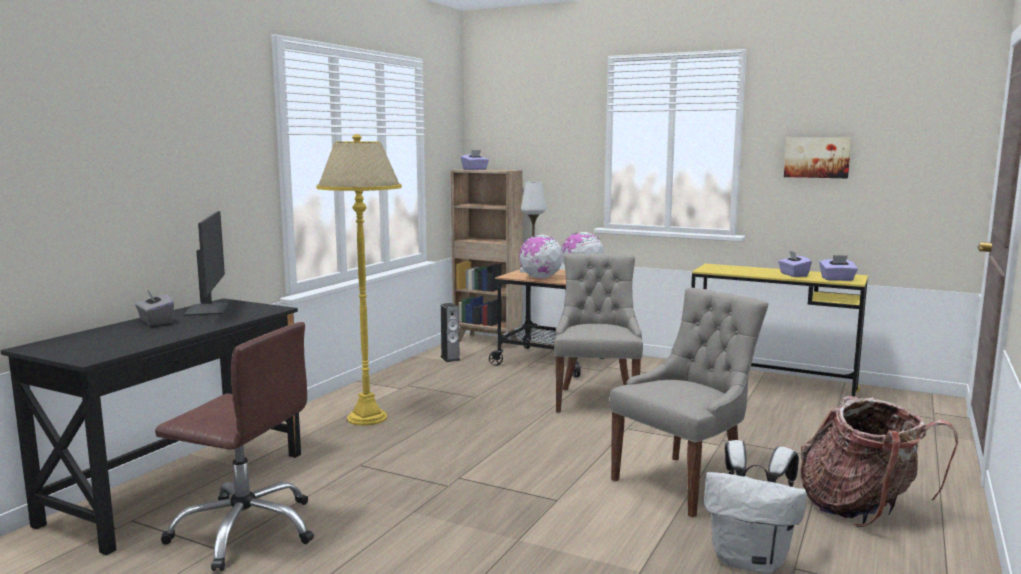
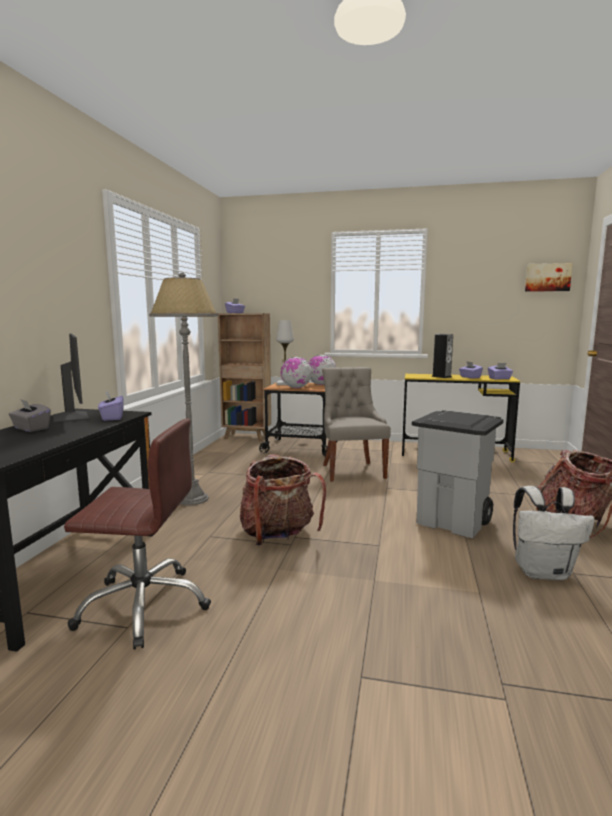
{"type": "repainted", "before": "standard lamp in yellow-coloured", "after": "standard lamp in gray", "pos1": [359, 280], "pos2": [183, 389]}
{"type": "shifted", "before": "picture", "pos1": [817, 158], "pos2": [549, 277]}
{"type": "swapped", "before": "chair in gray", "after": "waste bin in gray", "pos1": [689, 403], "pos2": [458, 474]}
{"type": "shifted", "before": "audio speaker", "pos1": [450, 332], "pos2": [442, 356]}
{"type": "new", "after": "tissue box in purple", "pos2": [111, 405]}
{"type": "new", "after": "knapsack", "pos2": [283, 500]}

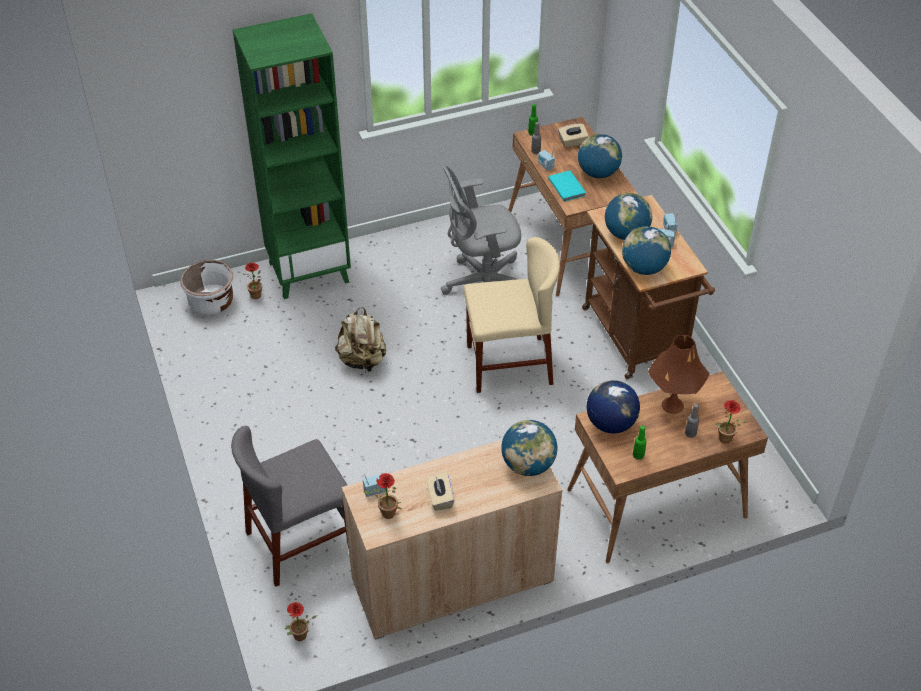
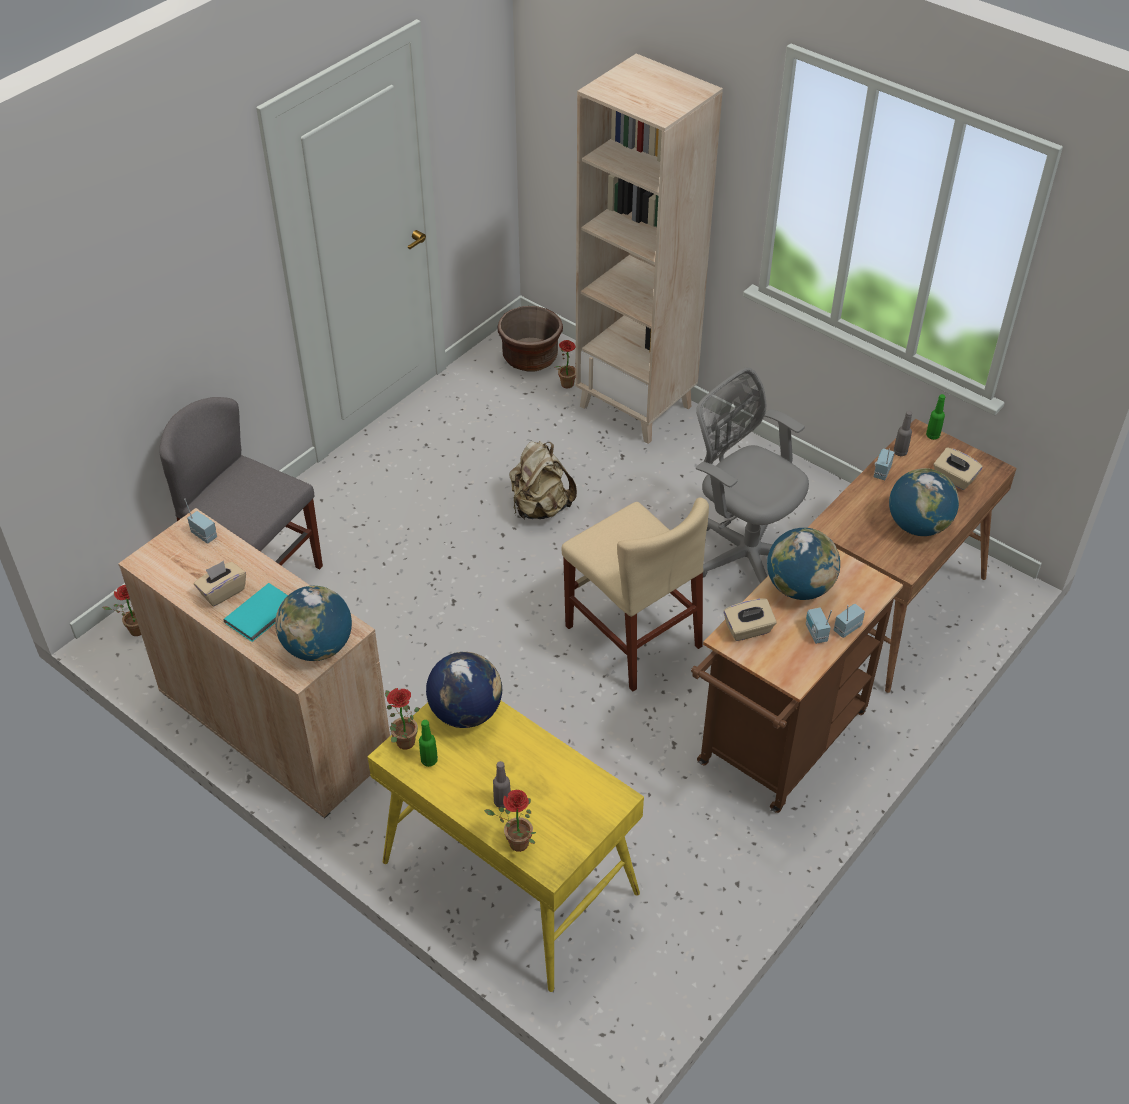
{"type": "repainted", "before": "bookshelf in green", "after": "bookshelf in sand-coloured", "pos1": [292, 156], "pos2": [649, 248]}
{"type": "shifted", "before": "bound book in blue-green", "pos1": [567, 186], "pos2": [255, 612]}
{"type": "swapped", "before": "world globe", "after": "tissue box in sand-coloured", "pos1": [646, 250], "pos2": [750, 620]}
{"type": "repainted", "before": "plant pot in whitish", "after": "plant pot in brown-coloured", "pos1": [207, 287], "pos2": [530, 338]}
{"type": "gone", "before": "lamp for a table in brown-coloured", "pos1": [678, 374]}
{"type": "repainted", "before": "desk table in brown-coloured", "after": "desk table in yellow-coloured", "pos1": [667, 467], "pos2": [505, 846]}
{"type": "shifted", "before": "houseplant", "pos1": [382, 496], "pos2": [402, 719]}

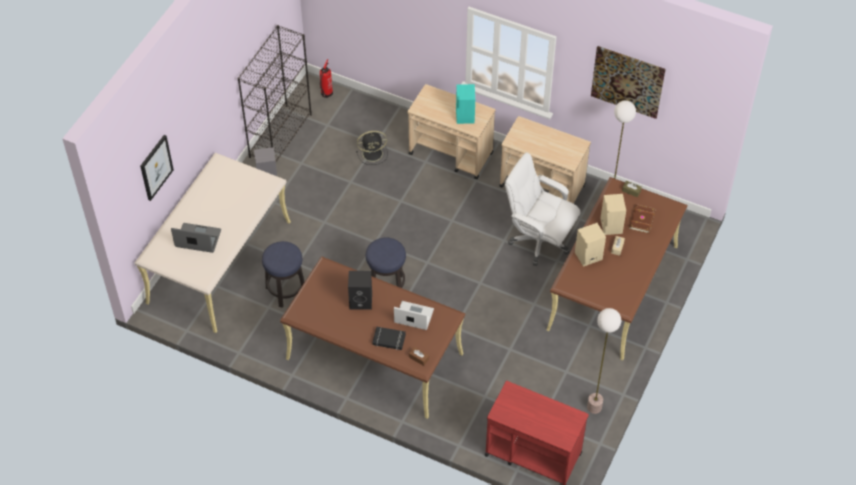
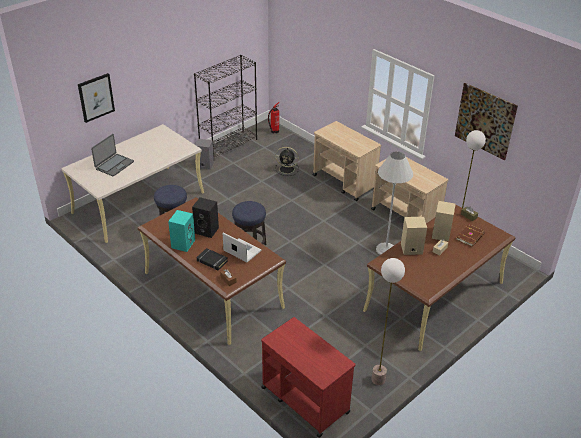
{"type": "shifted", "before": "audio speaker in blue-green", "pos1": [465, 104], "pos2": [181, 231]}
{"type": "swapped", "before": "office chair in whitish", "after": "standard lamp in whitish", "pos1": [542, 209], "pos2": [394, 203]}
{"type": "rotated", "before": "notebook computer", "pos1": [196, 238], "pos2": [112, 155], "turn": 90}

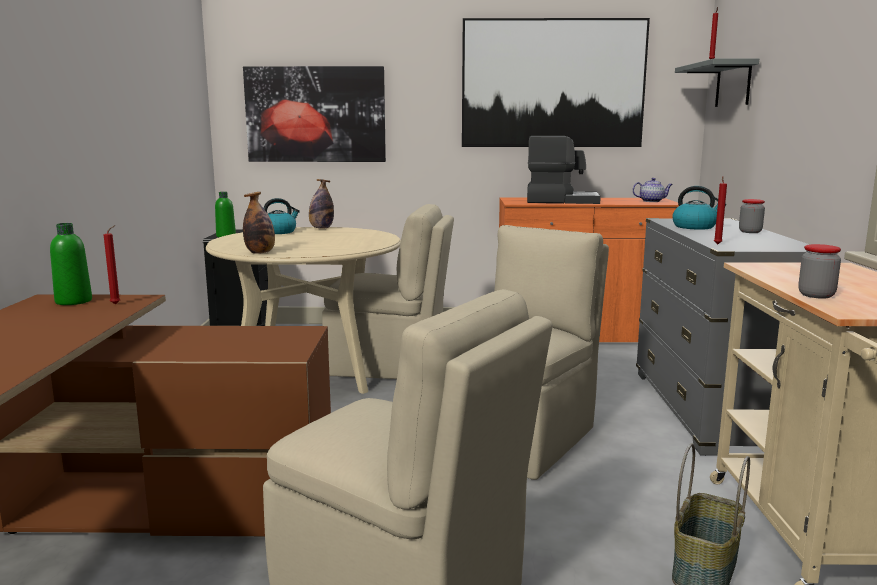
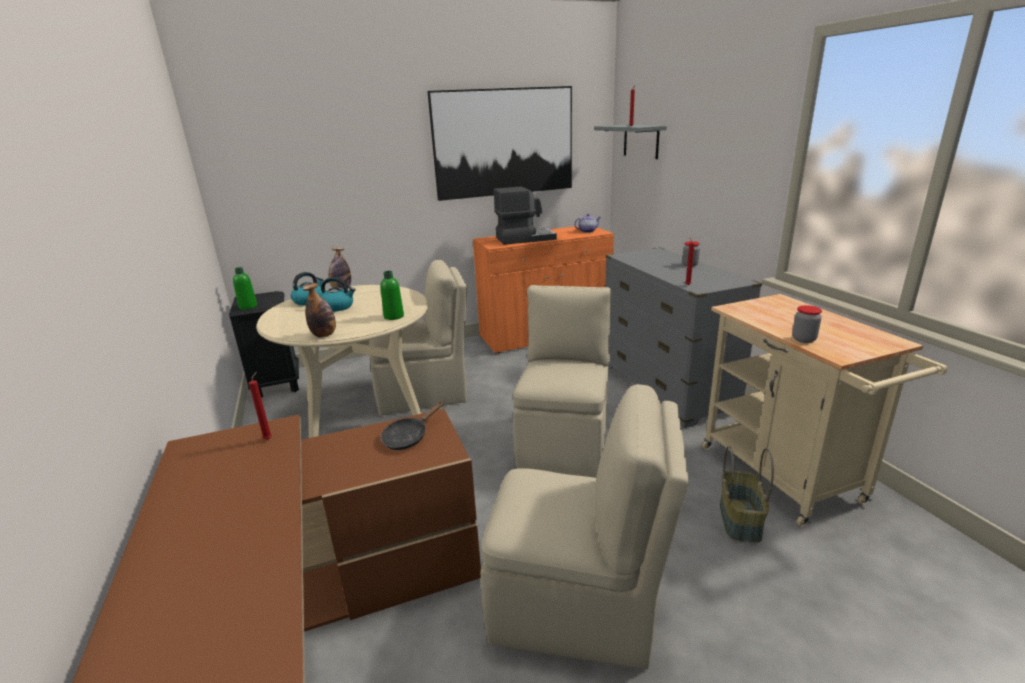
{"type": "gone", "before": "picture", "pos1": [314, 114]}
{"type": "shifted", "before": "water kettle", "pos1": [699, 207], "pos2": [338, 294]}
{"type": "shifted", "before": "drink bottle in green", "pos1": [71, 264], "pos2": [392, 295]}
{"type": "new", "after": "frying pan in black", "pos2": [412, 425]}

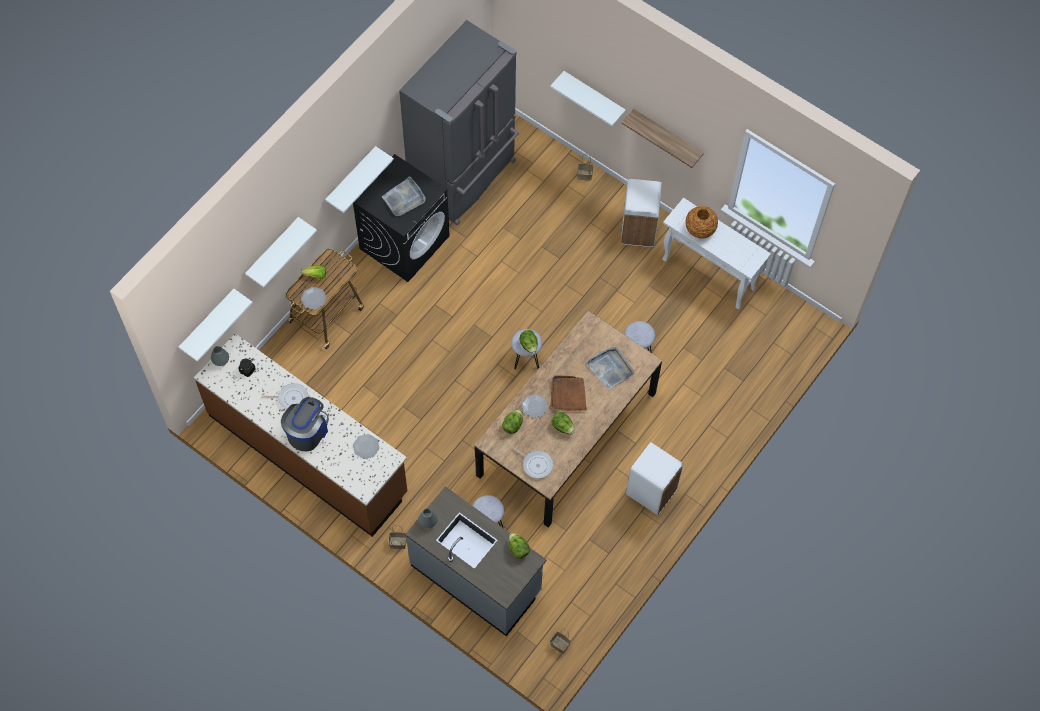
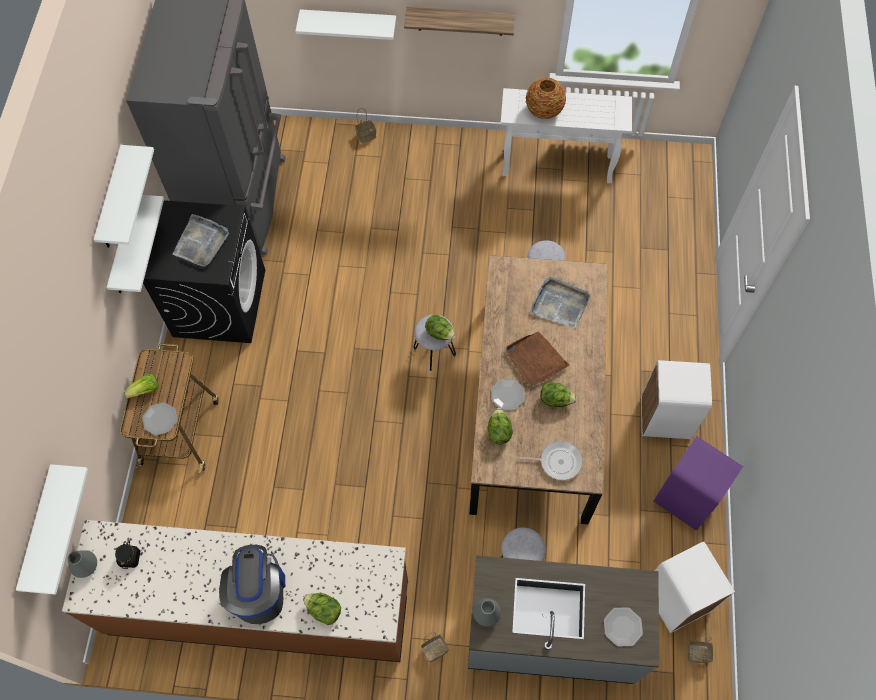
{"type": "shifted", "before": "waste bin in whitish", "pos1": [641, 213], "pos2": [695, 587]}
{"type": "shifted", "before": "bracket shelf in whitish", "pos1": [281, 252], "pos2": [123, 196]}
{"type": "gone", "before": "frying pan", "pos1": [284, 396]}
{"type": "shifted", "before": "plate", "pos1": [366, 446], "pos2": [623, 627]}
{"type": "shifted", "before": "head of lettuce", "pos1": [519, 546], "pos2": [322, 609]}
{"type": "new", "after": "waste bin in purple", "pos2": [698, 483]}

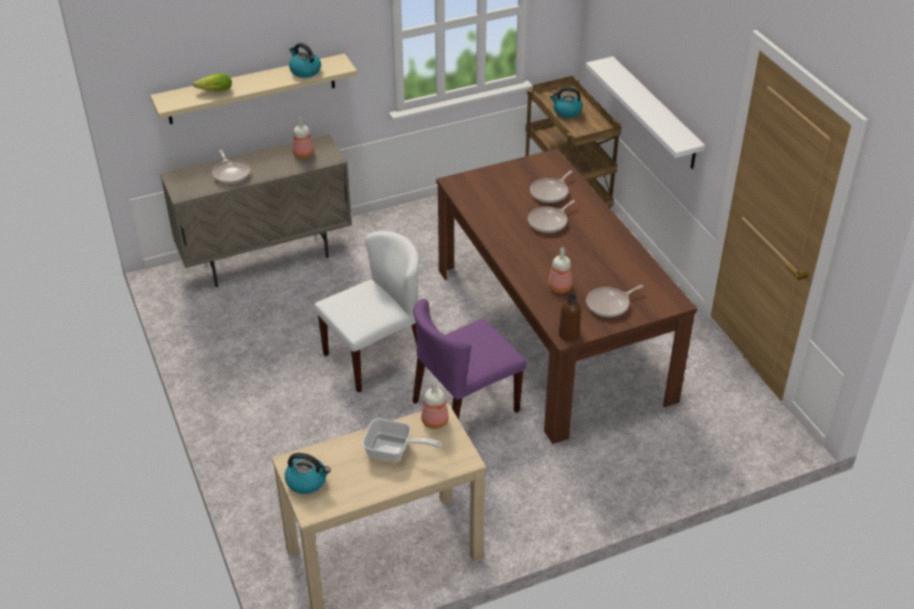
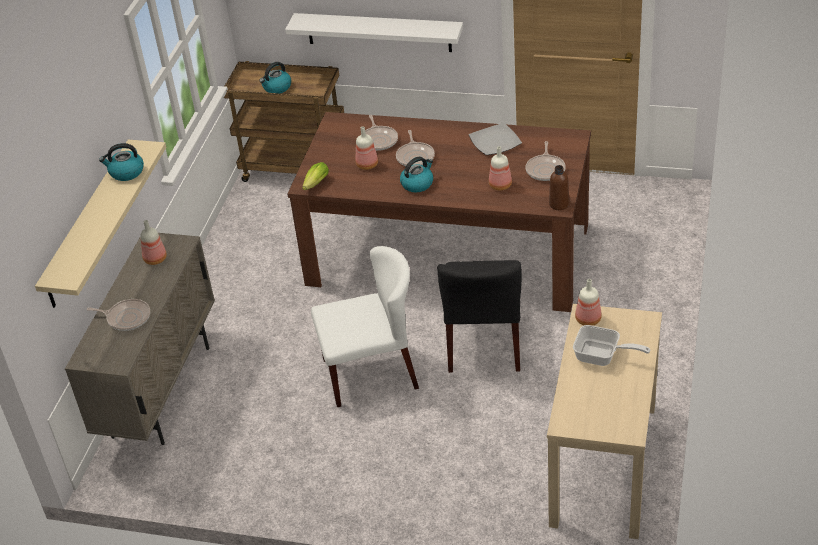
{"type": "shifted", "before": "head of lettuce", "pos1": [212, 82], "pos2": [315, 176]}
{"type": "rotated", "before": "chair in whitish", "pos1": [366, 312], "pos2": [365, 326], "turn": 75}
{"type": "repainted", "before": "chair in purple", "after": "chair in black", "pos1": [469, 359], "pos2": [479, 316]}
{"type": "rotated", "before": "frying pan", "pos1": [402, 440], "pos2": [611, 345], "turn": 60}
{"type": "shifted", "before": "water kettle", "pos1": [308, 473], "pos2": [416, 174]}
{"type": "new", "after": "plate", "pos2": [495, 139]}
{"type": "new", "after": "drink bottle", "pos2": [367, 148]}

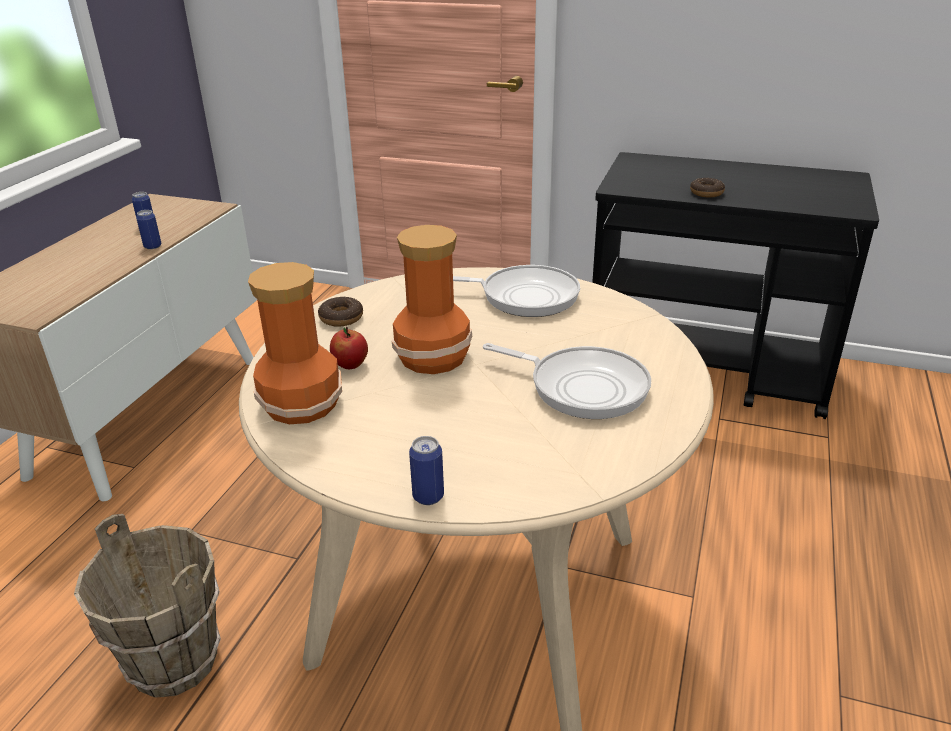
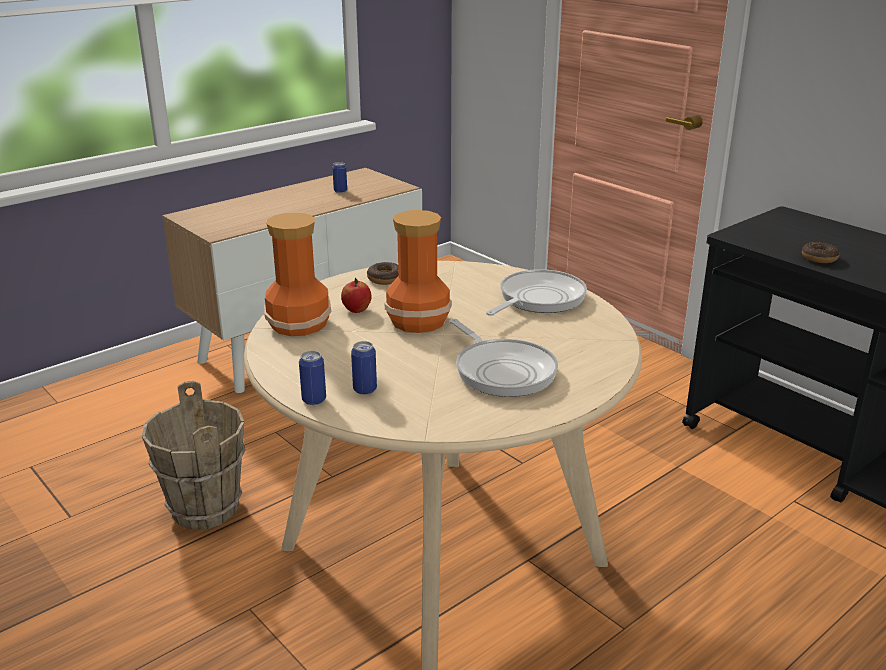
{"type": "shifted", "before": "sealed can", "pos1": [148, 229], "pos2": [364, 368]}
{"type": "rotated", "before": "frying pan", "pos1": [516, 291], "pos2": [536, 292], "turn": -90}

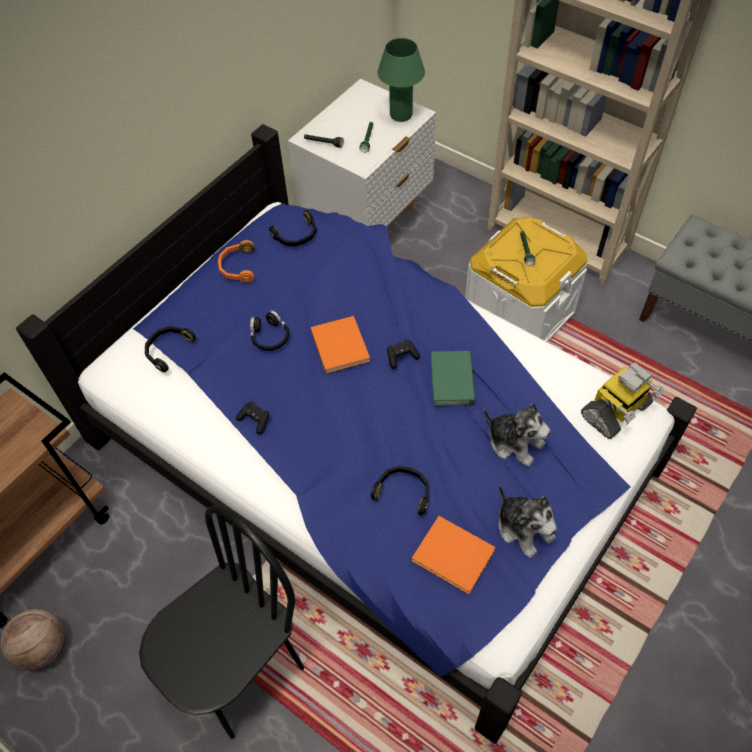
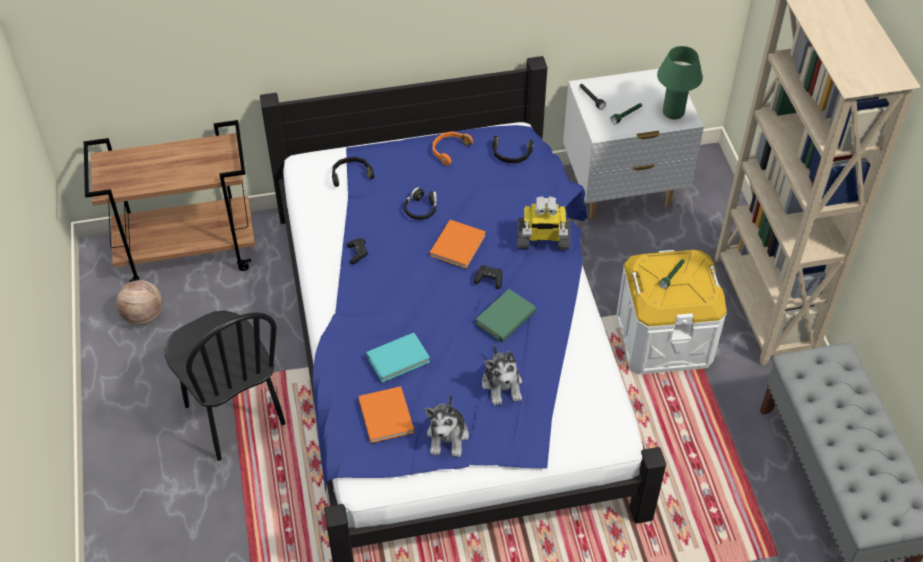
{"type": "shifted", "before": "robot figure", "pos1": [623, 401], "pos2": [544, 223]}
{"type": "swapped", "before": "headphones in black", "after": "bound book in blue-green", "pos1": [400, 490], "pos2": [398, 358]}
{"type": "rotated", "before": "chair in black", "pos1": [221, 622], "pos2": [225, 386], "turn": 60}

